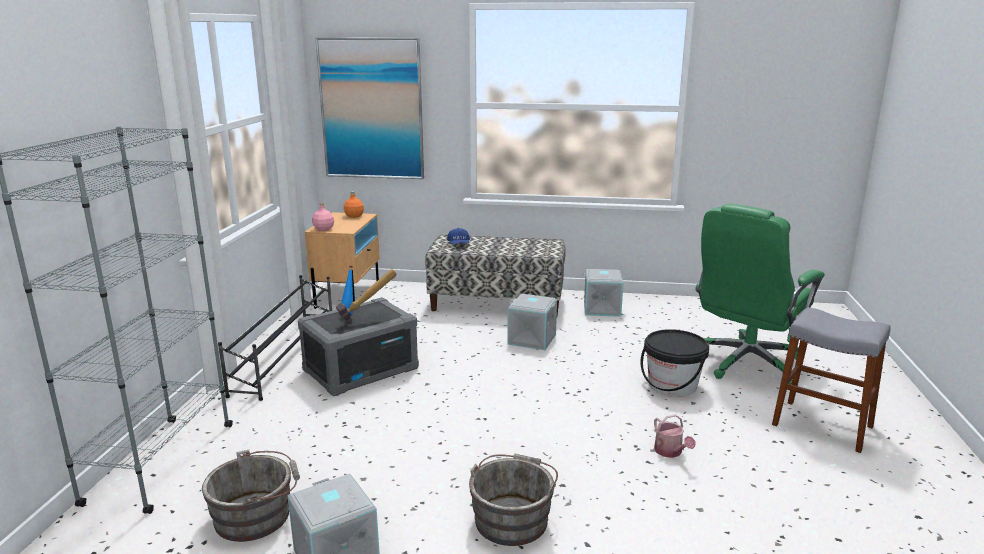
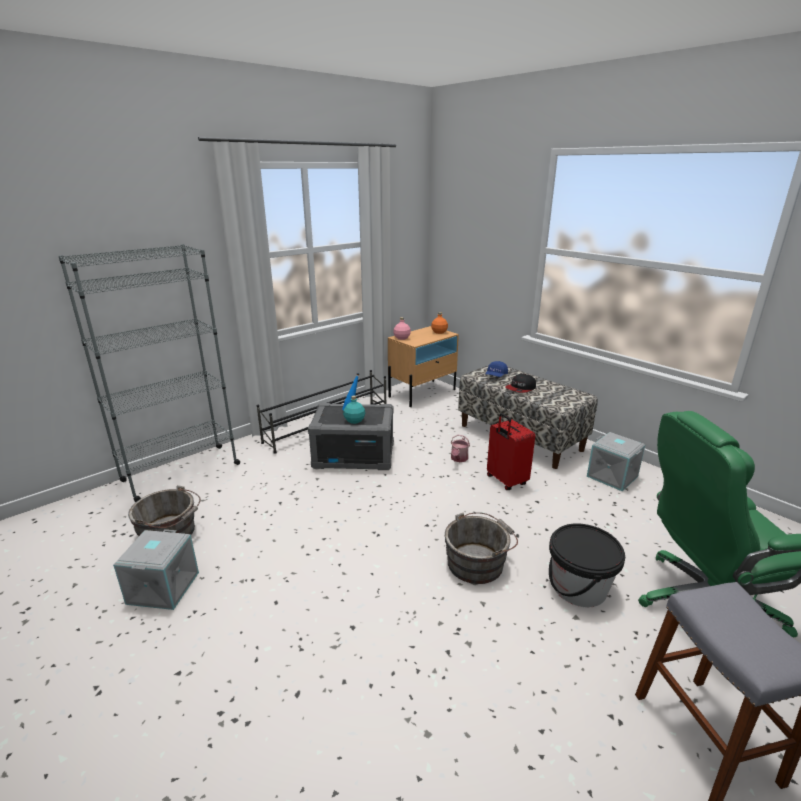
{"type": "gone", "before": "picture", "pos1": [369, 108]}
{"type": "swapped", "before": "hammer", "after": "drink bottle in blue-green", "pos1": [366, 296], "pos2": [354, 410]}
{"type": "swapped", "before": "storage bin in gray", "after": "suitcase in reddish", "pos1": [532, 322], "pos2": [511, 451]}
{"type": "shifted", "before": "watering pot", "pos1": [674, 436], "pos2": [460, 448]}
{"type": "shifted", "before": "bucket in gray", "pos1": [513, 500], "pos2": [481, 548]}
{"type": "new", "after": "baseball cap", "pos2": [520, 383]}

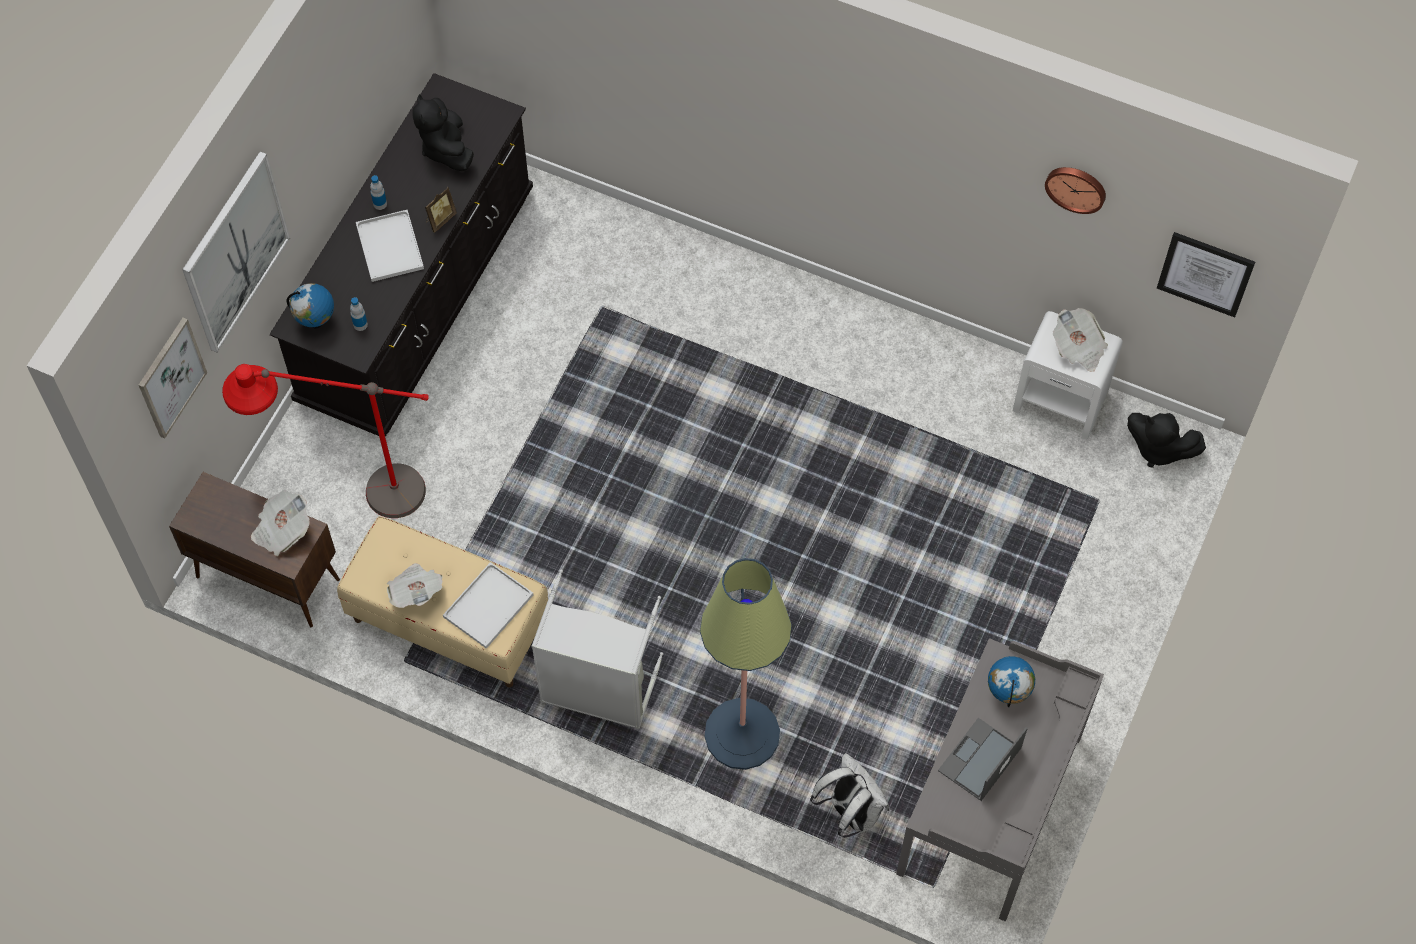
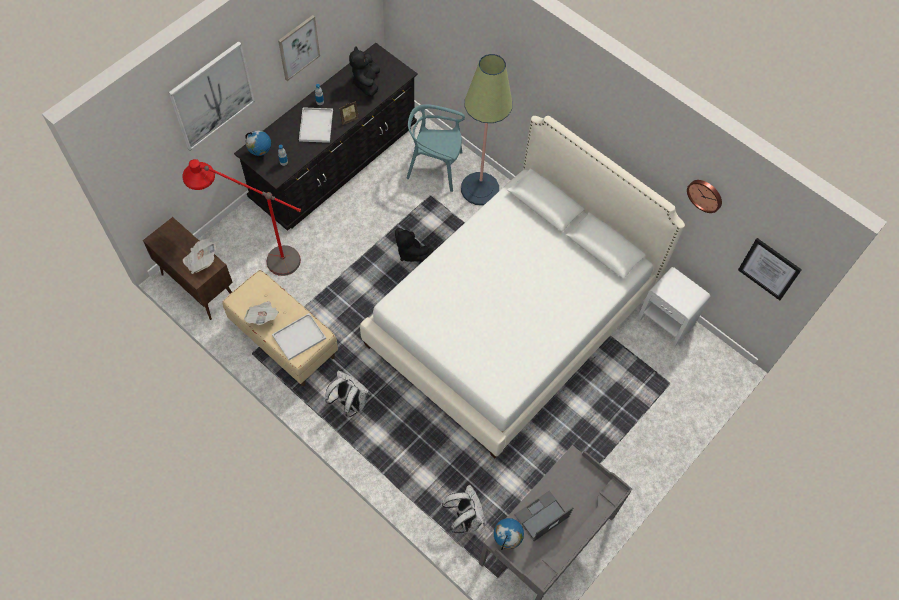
{"type": "gone", "before": "newspaper", "pos1": [1080, 340]}
{"type": "shifted", "before": "picture", "pos1": [173, 378], "pos2": [299, 48]}
{"type": "shifted", "before": "soft toy in black", "pos1": [1166, 440], "pos2": [414, 245]}
{"type": "shifted", "before": "standard lamp", "pos1": [746, 664], "pos2": [486, 129]}
{"type": "swapped", "before": "washing basket in gray", "after": "knapsack in whitish", "pos1": [597, 649], "pos2": [348, 394]}
{"type": "shifted", "before": "world globe", "pos1": [1011, 681], "pos2": [509, 534]}
{"type": "new", "after": "chair in blue-green", "pos2": [435, 148]}
{"type": "new", "after": "bedroom bed in whitish", "pos2": [522, 287]}

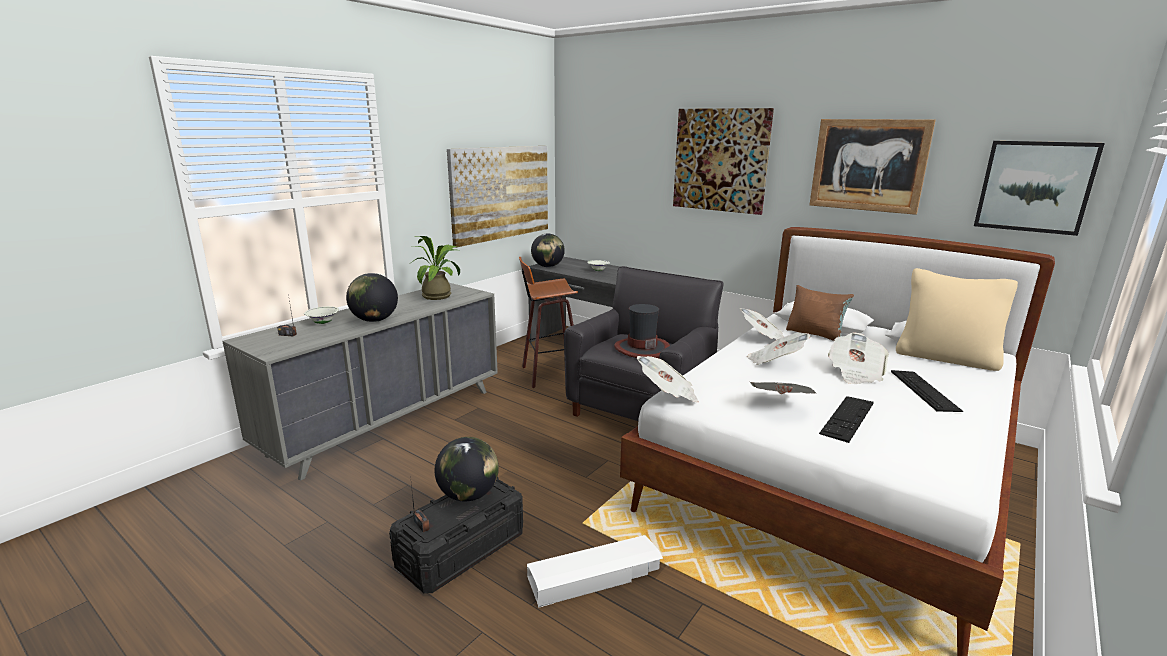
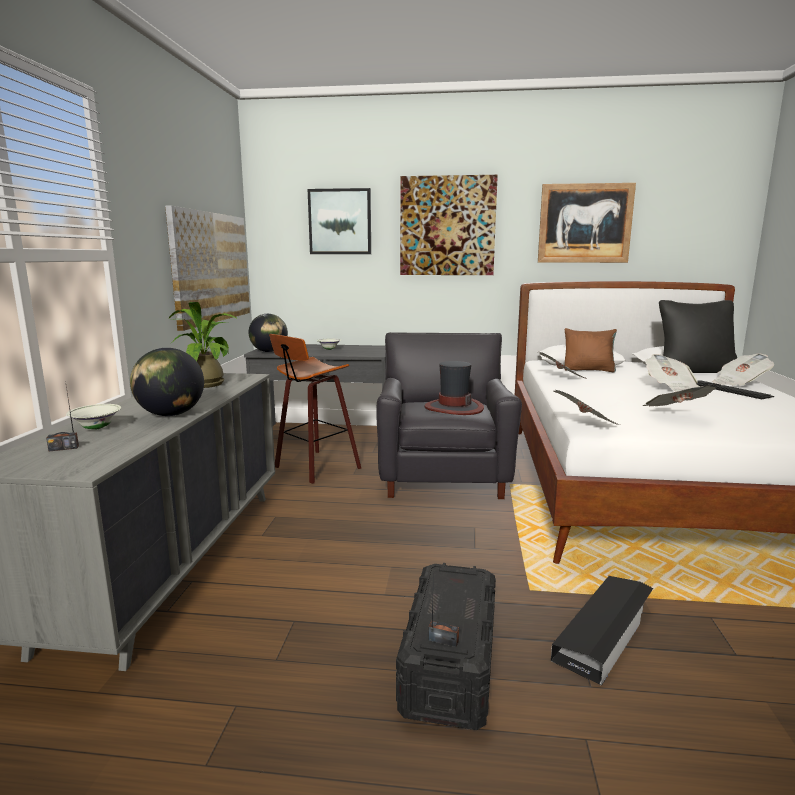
{"type": "shifted", "before": "picture", "pos1": [1039, 188], "pos2": [339, 221]}
{"type": "repainted", "before": "pillow in sand-coloured", "after": "pillow in black", "pos1": [957, 319], "pos2": [698, 336]}
{"type": "shifted", "before": "newspaper", "pos1": [779, 348], "pos2": [743, 370]}
{"type": "gone", "before": "computer keyboard", "pos1": [846, 419]}
{"type": "gone", "before": "world globe", "pos1": [467, 469]}
{"type": "repainted", "before": "storage bin in whitish", "after": "storage bin in black", "pos1": [595, 571], "pos2": [602, 630]}

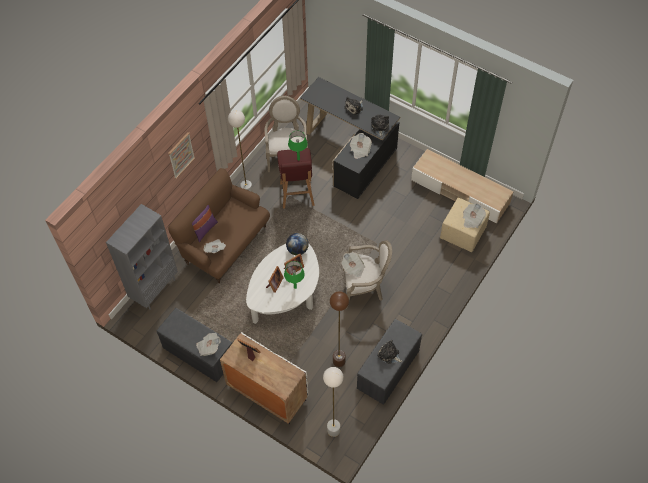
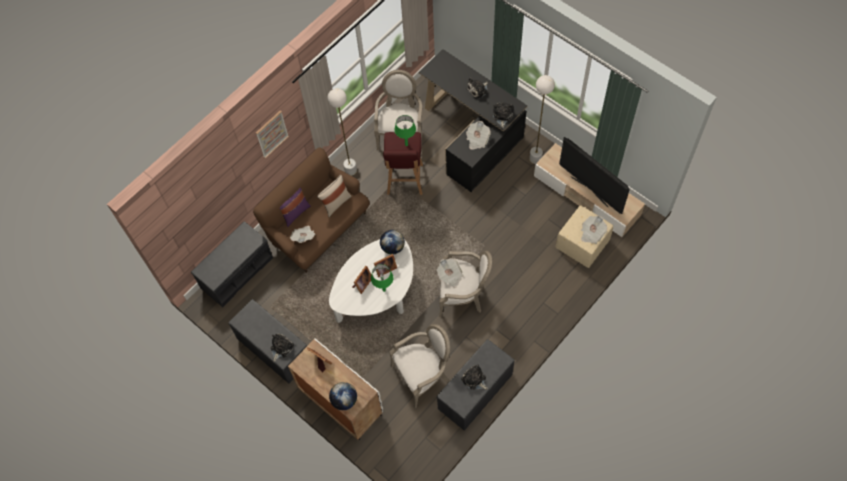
{"type": "swapped", "before": "bookshelf in gray", "after": "indoor bench in gray", "pos1": [142, 257], "pos2": [232, 264]}
{"type": "swapped", "before": "standard lamp in brown-coloured", "after": "armchair", "pos1": [339, 329], "pos2": [419, 366]}
{"type": "swapped", "before": "newspaper", "after": "soft toy", "pos1": [208, 344], "pos2": [282, 348]}
{"type": "shifted", "before": "standard lamp in whitish", "pos1": [333, 402], "pos2": [542, 119]}
{"type": "new", "after": "TV", "pos2": [594, 175]}
{"type": "new", "after": "pillow in sand-coloured", "pos2": [334, 196]}
{"type": "new", "after": "world globe", "pos2": [343, 396]}

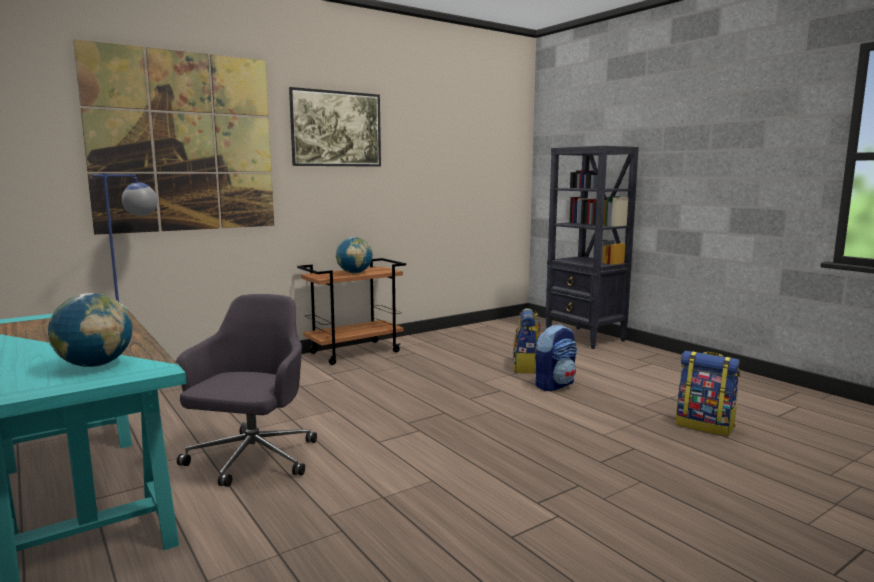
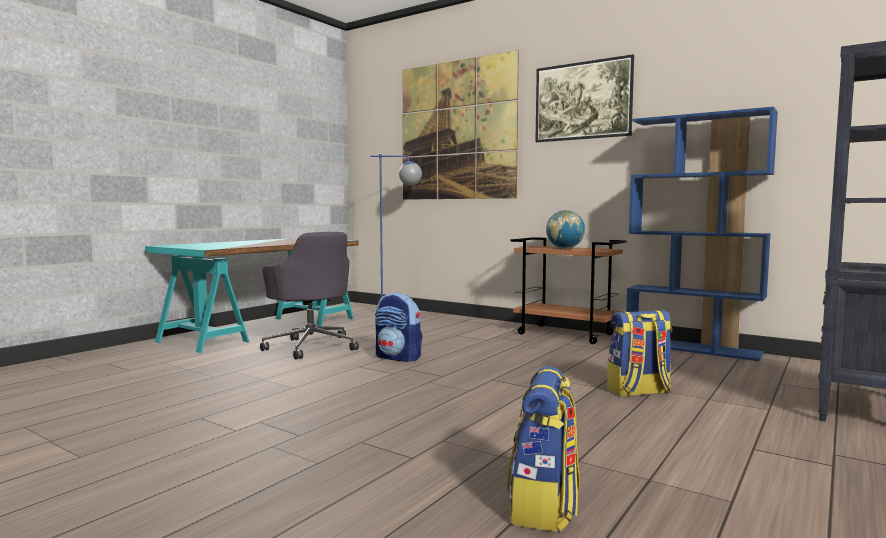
{"type": "gone", "before": "world globe", "pos1": [90, 330]}
{"type": "rotated", "before": "office chair in gray", "pos1": [247, 390], "pos2": [309, 295], "turn": 60}
{"type": "shifted", "before": "knapsack", "pos1": [556, 357], "pos2": [399, 327]}
{"type": "new", "after": "bookshelf in bluish", "pos2": [702, 234]}

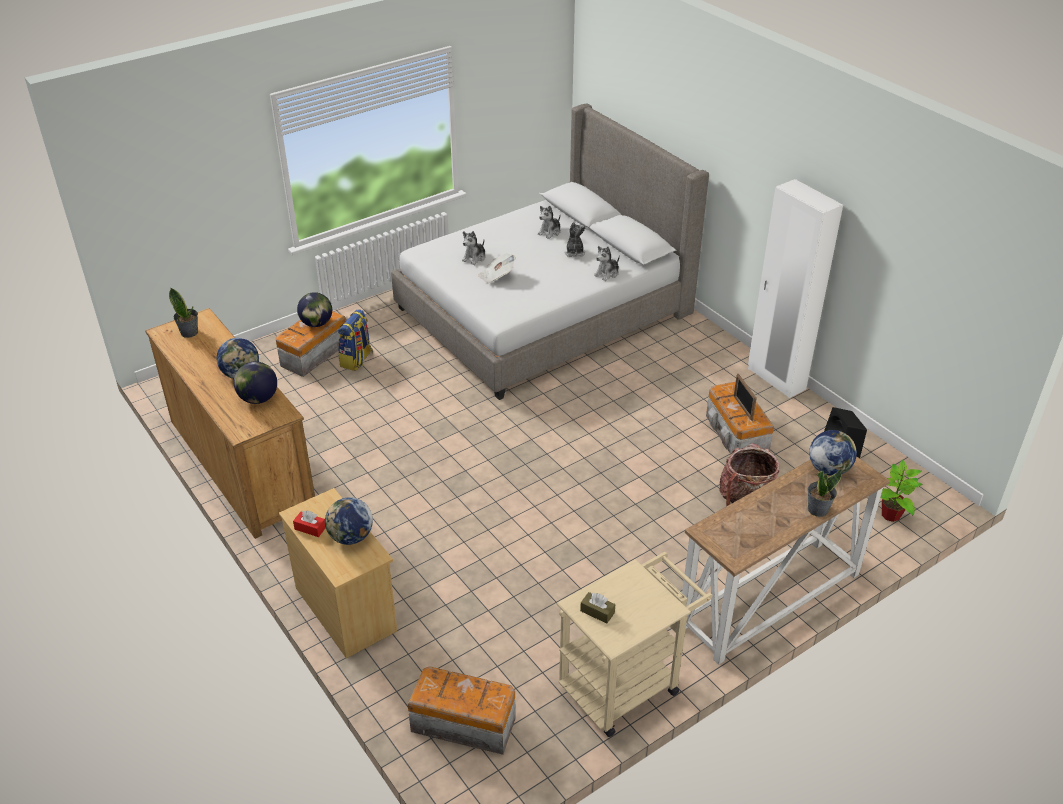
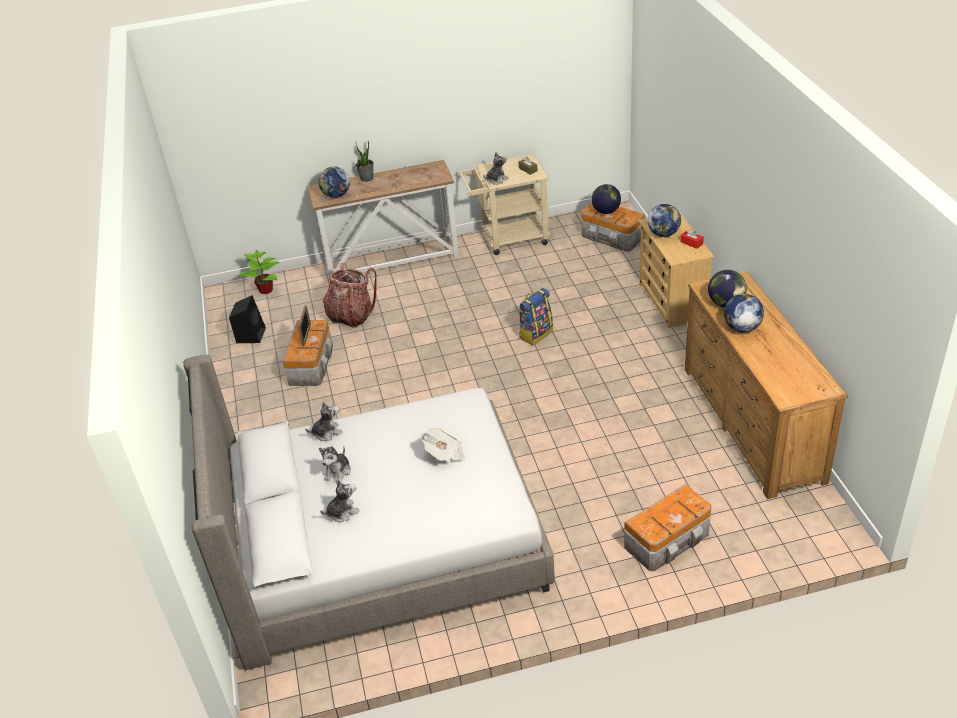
{"type": "gone", "before": "armoire in whitish", "pos1": [795, 288]}
{"type": "shifted", "before": "soft toy", "pos1": [474, 248], "pos2": [496, 168]}
{"type": "gone", "before": "houseplant", "pos1": [183, 313]}
{"type": "shifted", "before": "world globe", "pos1": [314, 309], "pos2": [606, 199]}
{"type": "shifted", "before": "knapsack", "pos1": [355, 340], "pos2": [535, 316]}

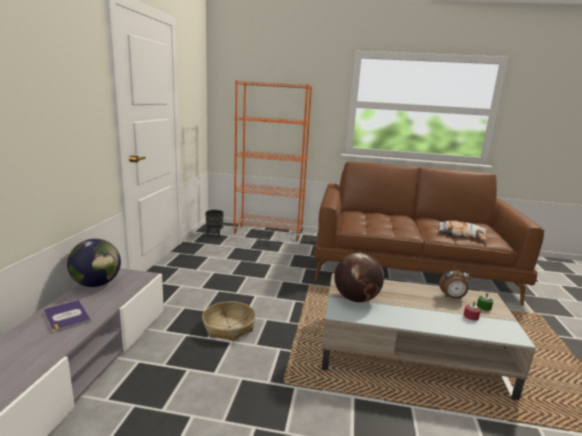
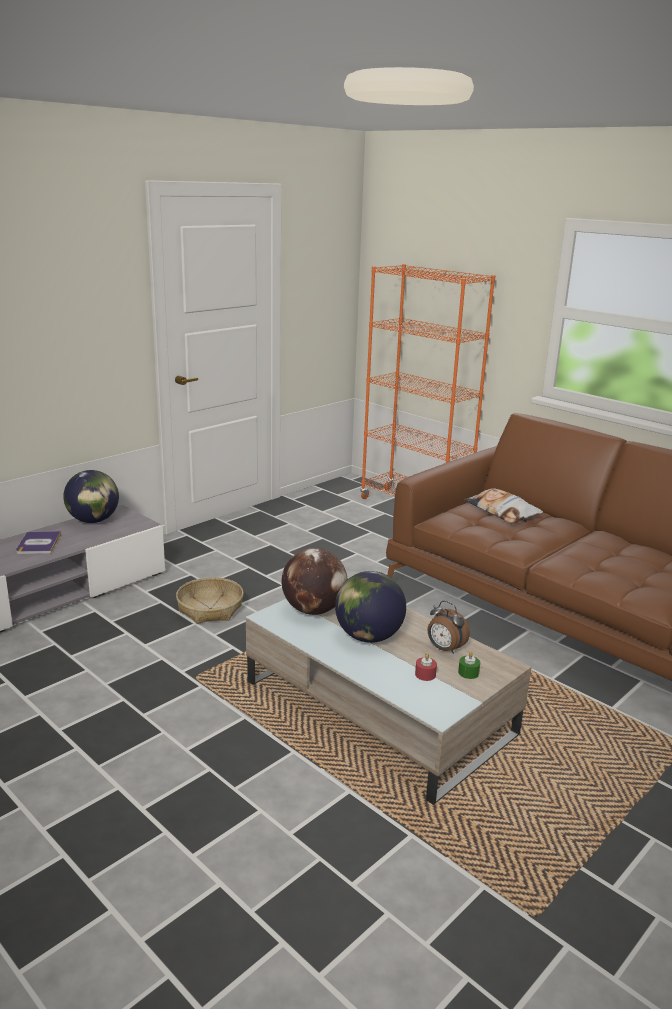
{"type": "gone", "before": "plant pot in black", "pos1": [214, 223]}
{"type": "shifted", "before": "pillow", "pos1": [463, 230], "pos2": [503, 506]}
{"type": "new", "after": "world globe", "pos2": [370, 607]}

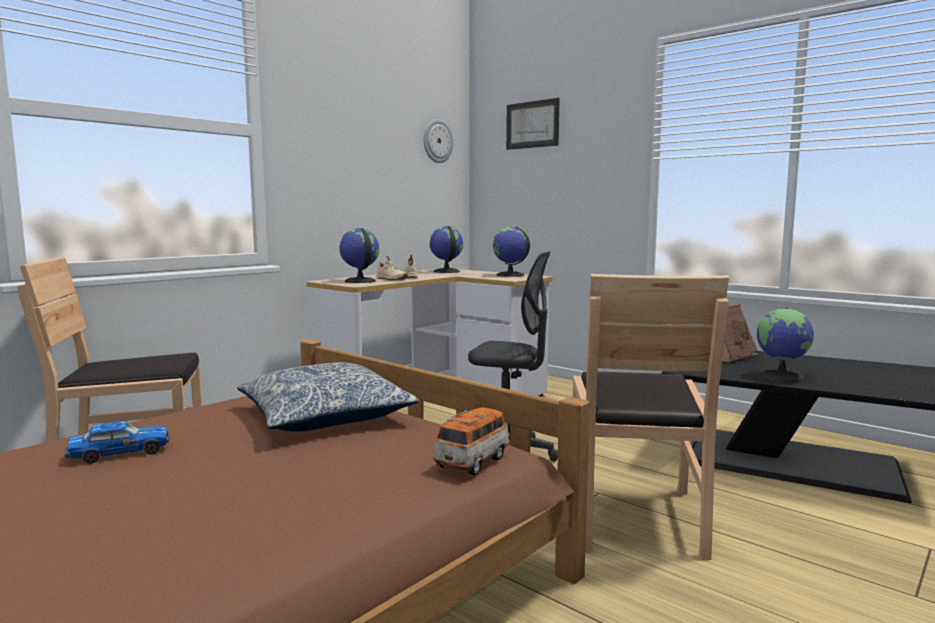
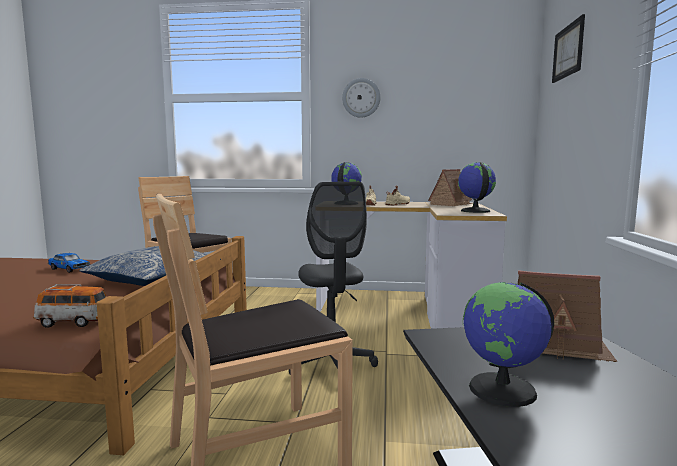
{"type": "shifted", "before": "wall clock", "pos1": [438, 141], "pos2": [361, 98]}
{"type": "swapped", "before": "world globe", "after": "toy house", "pos1": [446, 249], "pos2": [450, 187]}

